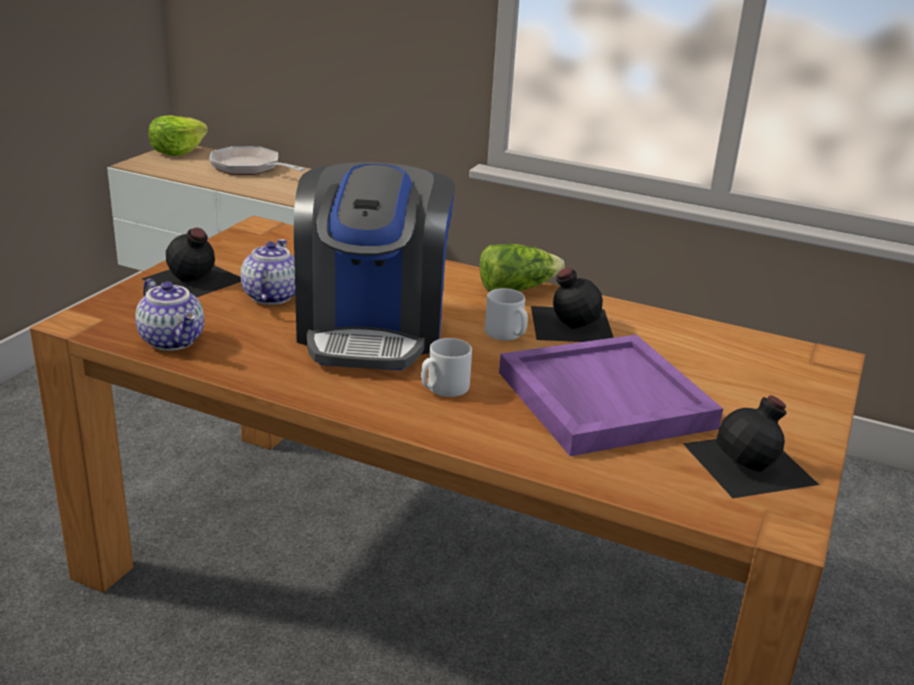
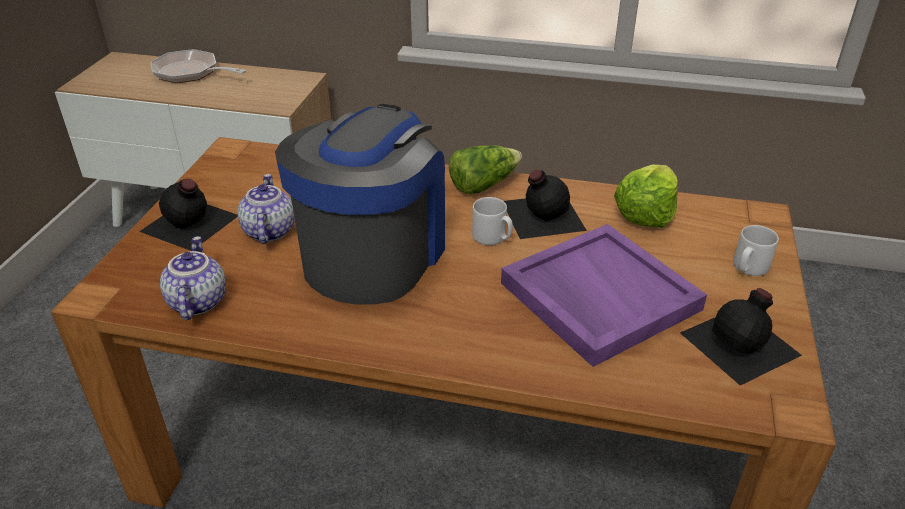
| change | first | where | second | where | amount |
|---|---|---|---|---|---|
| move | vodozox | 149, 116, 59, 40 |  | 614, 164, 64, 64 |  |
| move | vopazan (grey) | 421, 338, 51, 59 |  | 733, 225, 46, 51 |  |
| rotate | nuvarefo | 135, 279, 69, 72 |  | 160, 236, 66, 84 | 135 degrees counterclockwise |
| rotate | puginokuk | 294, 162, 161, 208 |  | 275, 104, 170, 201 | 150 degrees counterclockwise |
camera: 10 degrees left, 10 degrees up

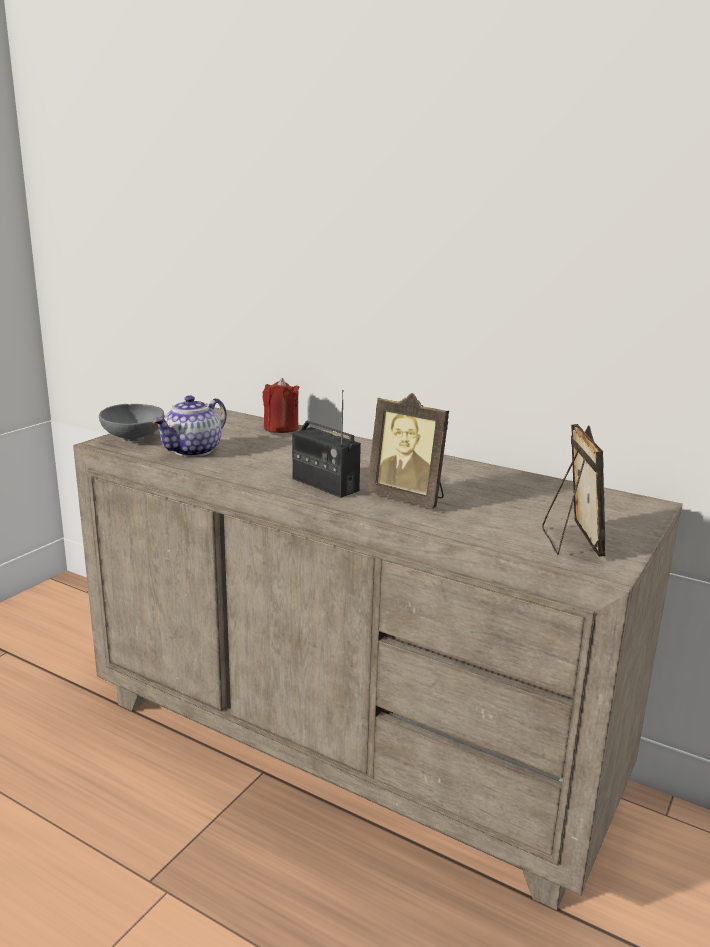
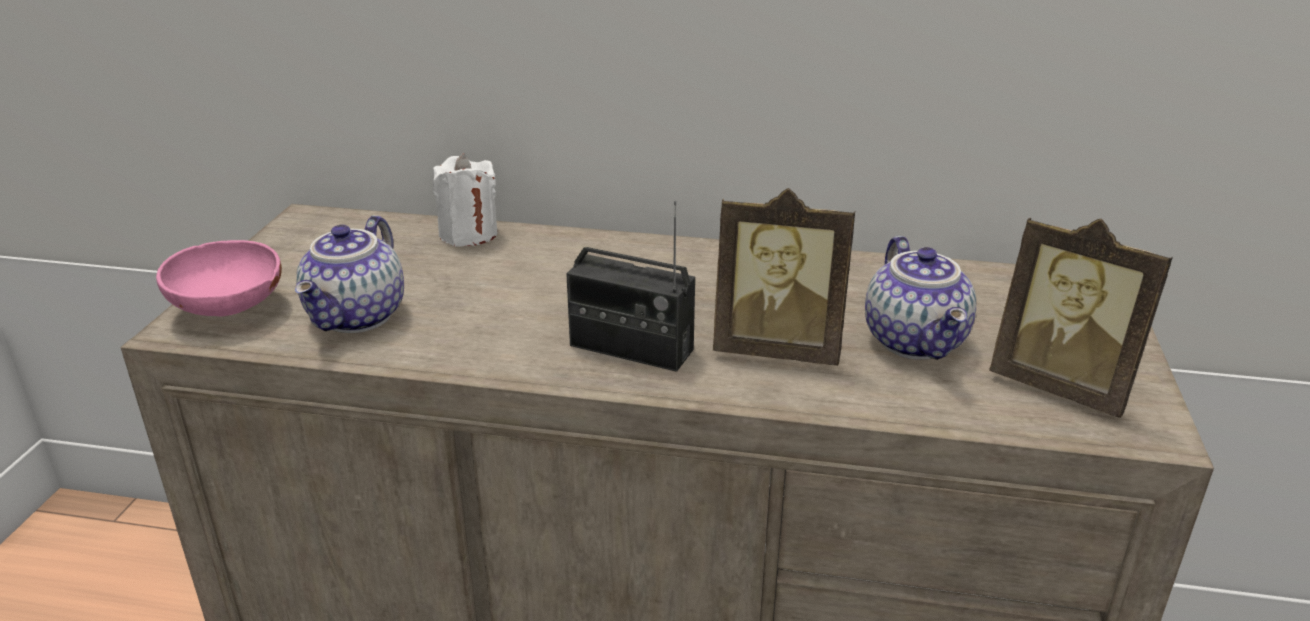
| change | first | where | second | where | amount |
|---|---|---|---|---|---|
| insert |  |  | nuvarefo | 865, 236, 111, 124 |  |
| recolor | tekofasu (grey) | 99, 404, 65, 37 | tekofasu (pink) | 156, 240, 126, 76 |  |
| recolor | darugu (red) | 263, 378, 36, 55 | darugu (white) | 433, 153, 65, 94 |  |
| rotate | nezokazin | 542, 424, 63, 133 |  | 989, 217, 184, 201 | 150 degrees clockwise |
camera: 20 degrees left, 10 degrees up

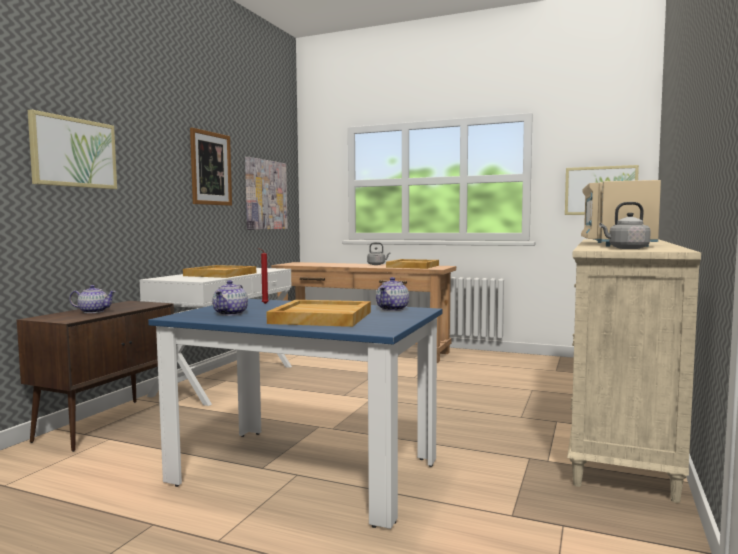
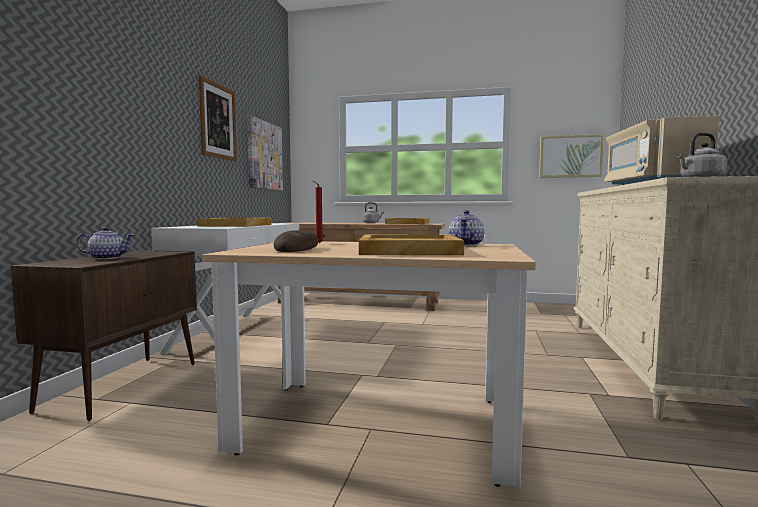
| change | first | where | second | where | amount |
|---|---|---|---|---|---|
| delete | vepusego | 28, 109, 89, 80 |  |  |  |
| replace | nuvarefo | 212, 280, 36, 36 | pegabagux | 273, 230, 45, 22 |  |
| recolor | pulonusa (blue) | 148, 299, 294, 230 | pulonusa (beige) | 202, 241, 334, 246 |  |
camera: 10 degrees left, 0 degrees up

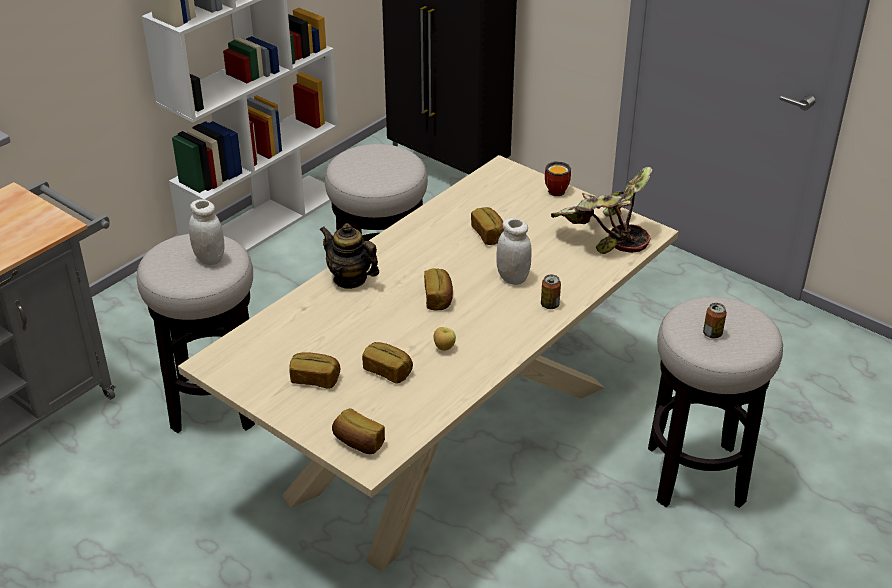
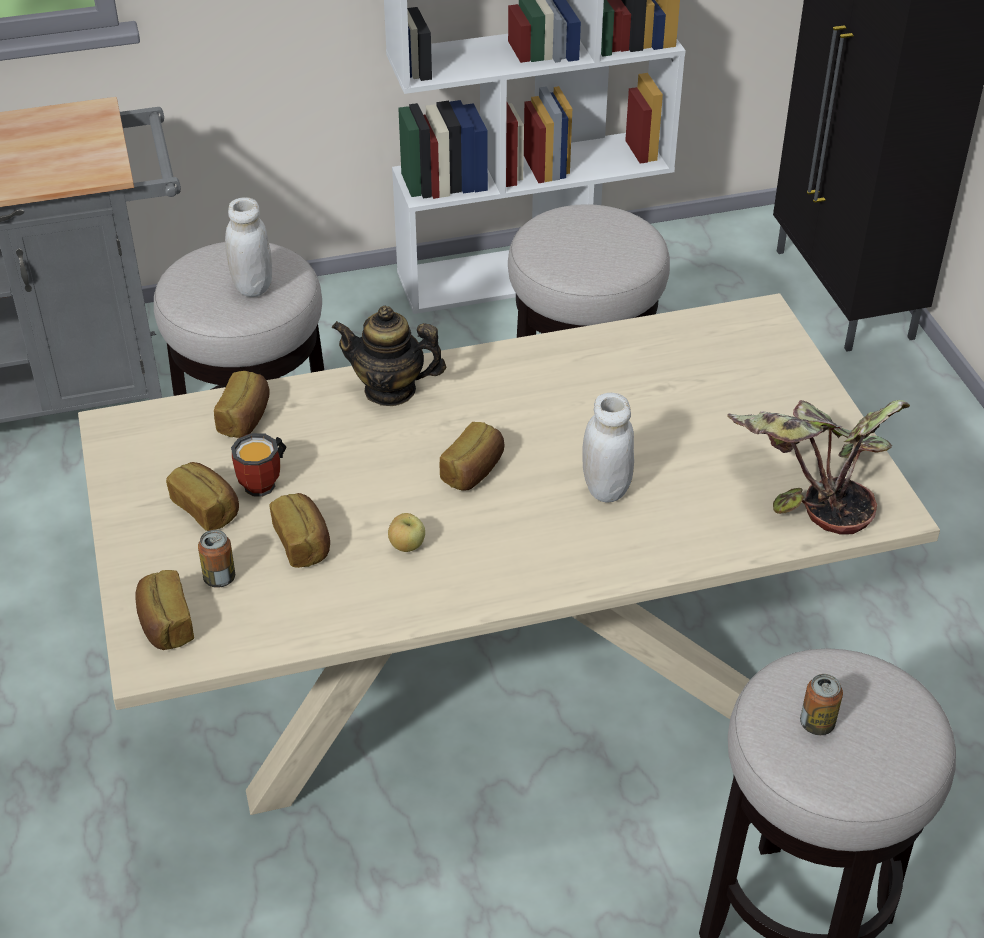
| change | first | where | second | where | amount |
|---|---|---|---|---|---|
| move | pegabagux | 471, 207, 33, 38 |  | 214, 371, 56, 67 |  |
| move | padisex | 541, 274, 20, 35 |  | 198, 530, 37, 58 |  |
| move | vopazan | 545, 162, 26, 34 |  | 231, 433, 55, 64 |  |
| rotate | nuvarefo | 320, 223, 59, 66 |  | 332, 306, 114, 100 | 60 degrees counterclockwise |
camera: 35 degrees right, 5 degrees up

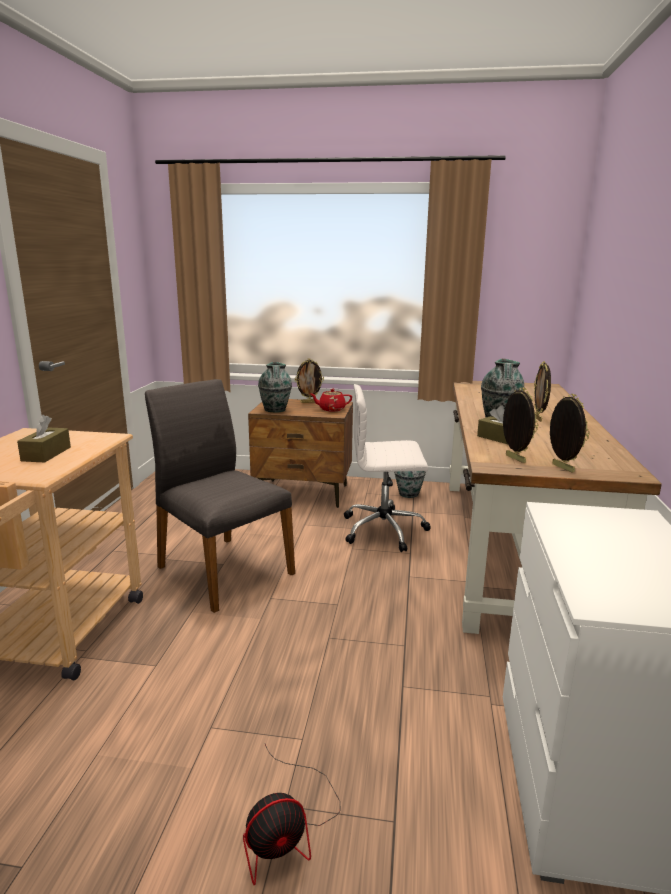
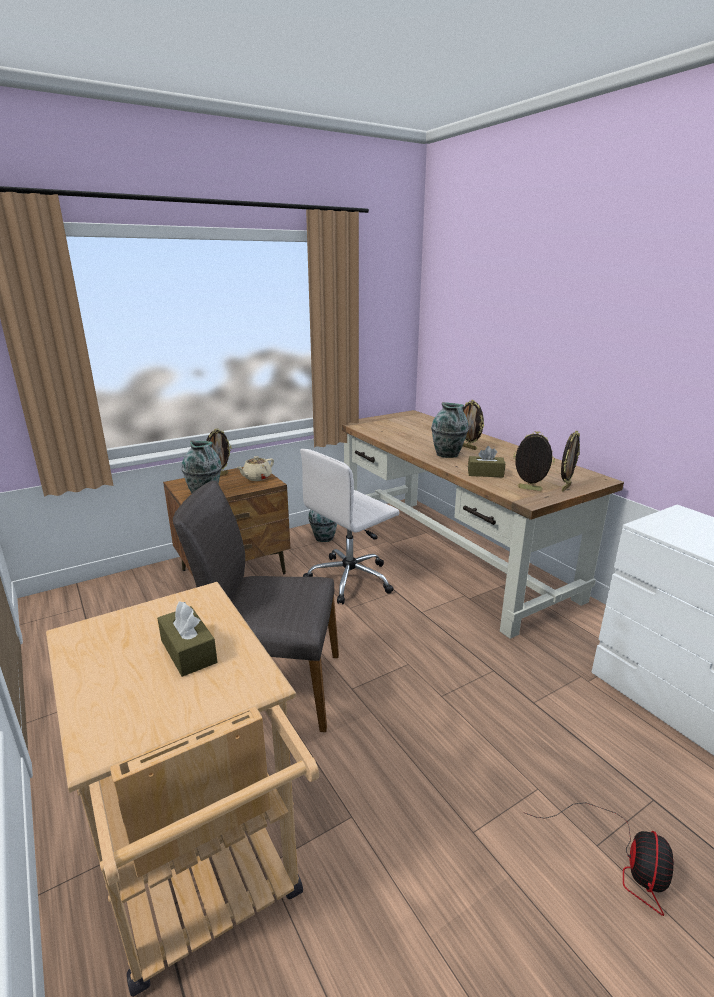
| change | first | where | second | where | amount |
|---|---|---|---|---|---|
| recolor | nuvarefo (red) | 310, 389, 42, 22 | nuvarefo (beige) | 236, 456, 38, 25 |  |
| rotate | nezokazin | 550, 394, 40, 79 |  | 561, 431, 19, 60 | 105 degrees clockwise |
camera: 40 degrees left, 5 degrees up

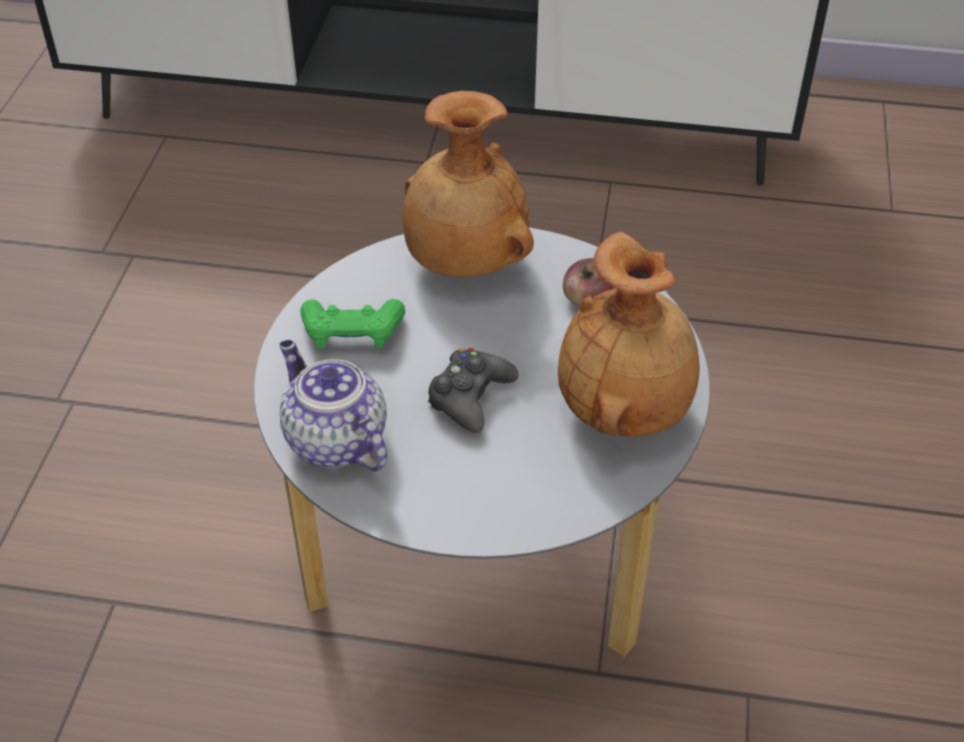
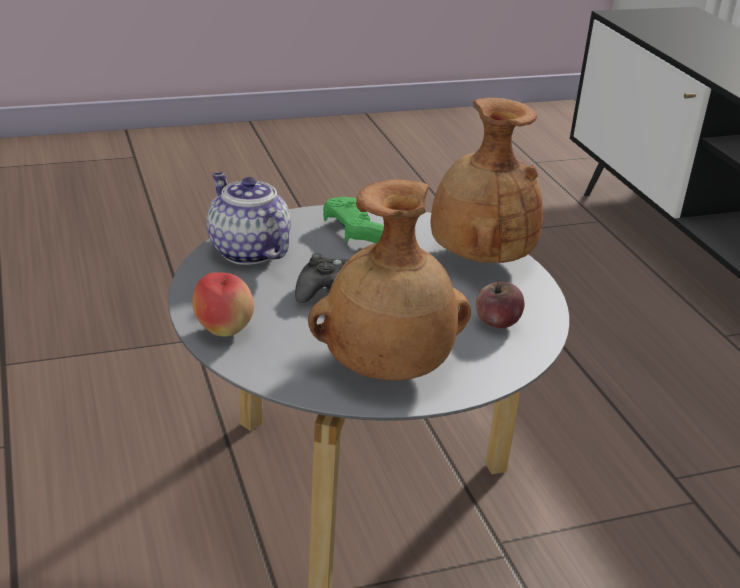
| change | first | where | second | where | amount |
|---|---|---|---|---|---|
| insert |  |  | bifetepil | 192, 272, 62, 65 |  |
| rotate | nuvarefo | 279, 340, 108, 131 |  | 207, 172, 84, 93 | 60 degrees counterclockwise |
camera: 60 degrees right, 15 degrees down

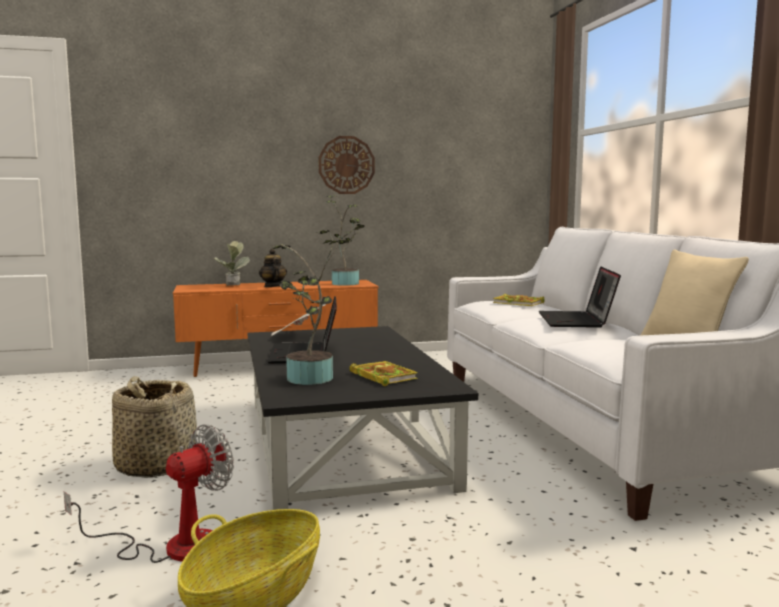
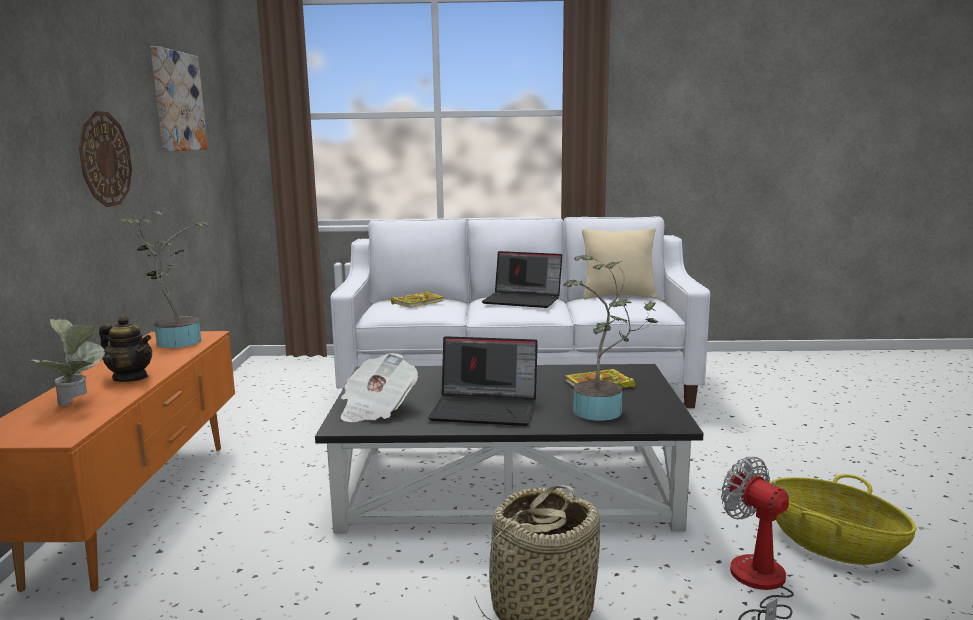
| change | first | where | second | where | amount |
|---|---|---|---|---|---|
| insert |  |  | vepusego | 150, 46, 58, 106 |  |
| rotate | nuvarefo | 259, 249, 28, 38 |  | 99, 315, 53, 67 | 150 degrees counterclockwise |
camera: 75 degrees left, 5 degrees up

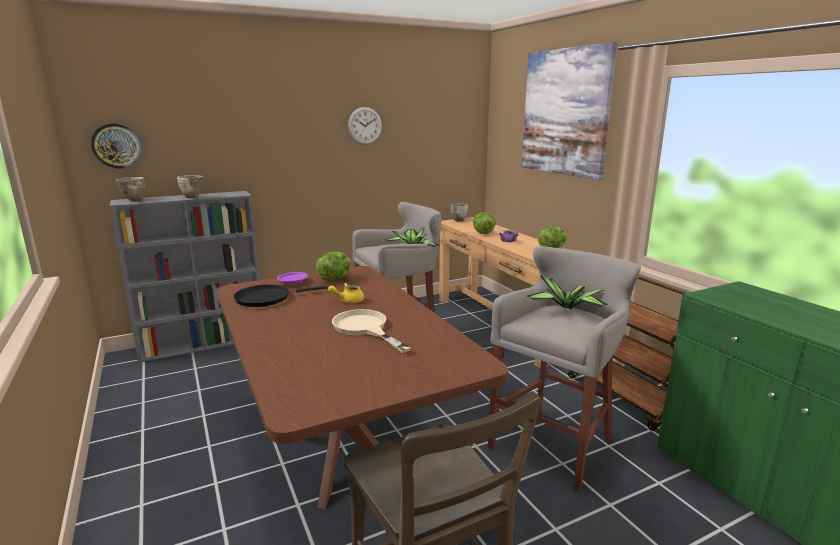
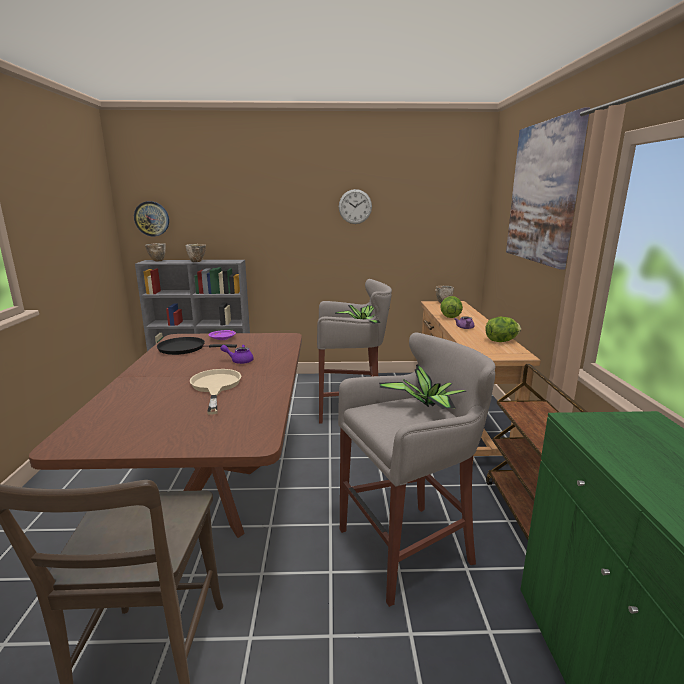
| change | first | where | second | where | amount |
|---|---|---|---|---|---|
| delete | vodozox | 316, 252, 35, 29 |  |  |  |
| recolor | nuvarefo (yellow) | 328, 283, 36, 20 | nuvarefo (purple) | 220, 344, 33, 20 |  |
camera: 25 degrees right, 0 degrees up

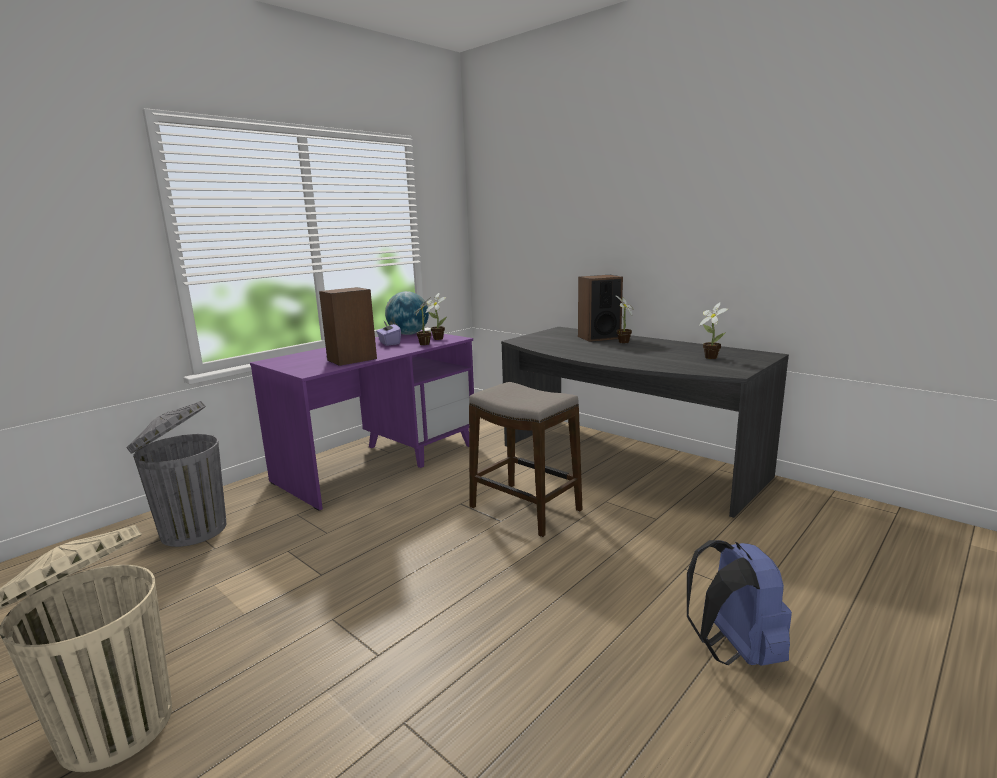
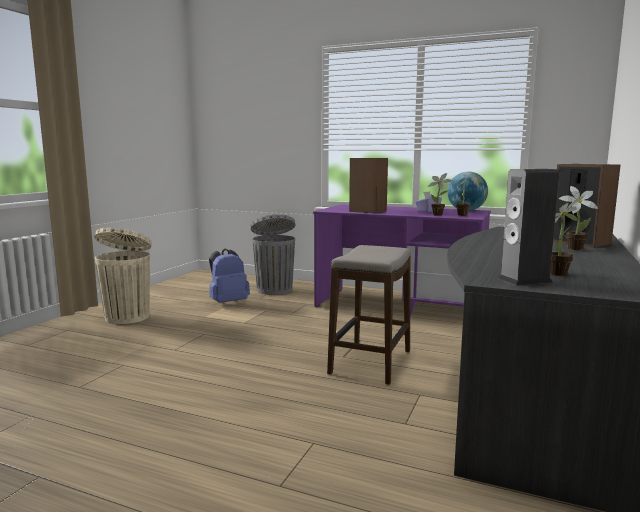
| change | first | where | second | where | amount |
|---|---|---|---|---|---|
| insert |  |  | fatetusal | 497, 169, 62, 117 |  |
| move | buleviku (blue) | 687, 540, 105, 126 |  | 209, 249, 41, 54 |  |
camera: 70 degrees right, 5 degrees down

